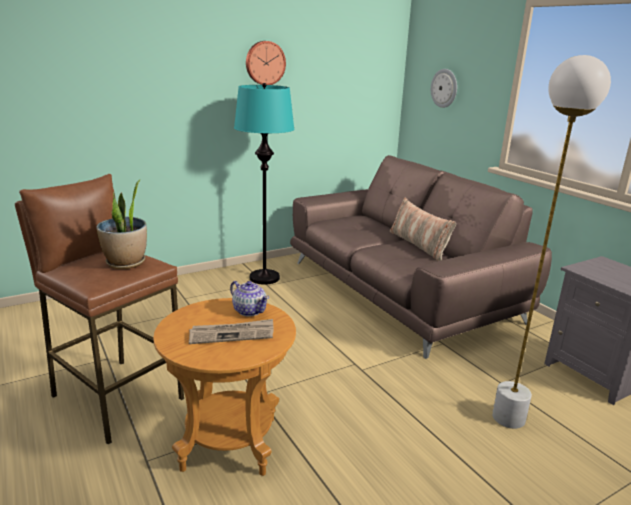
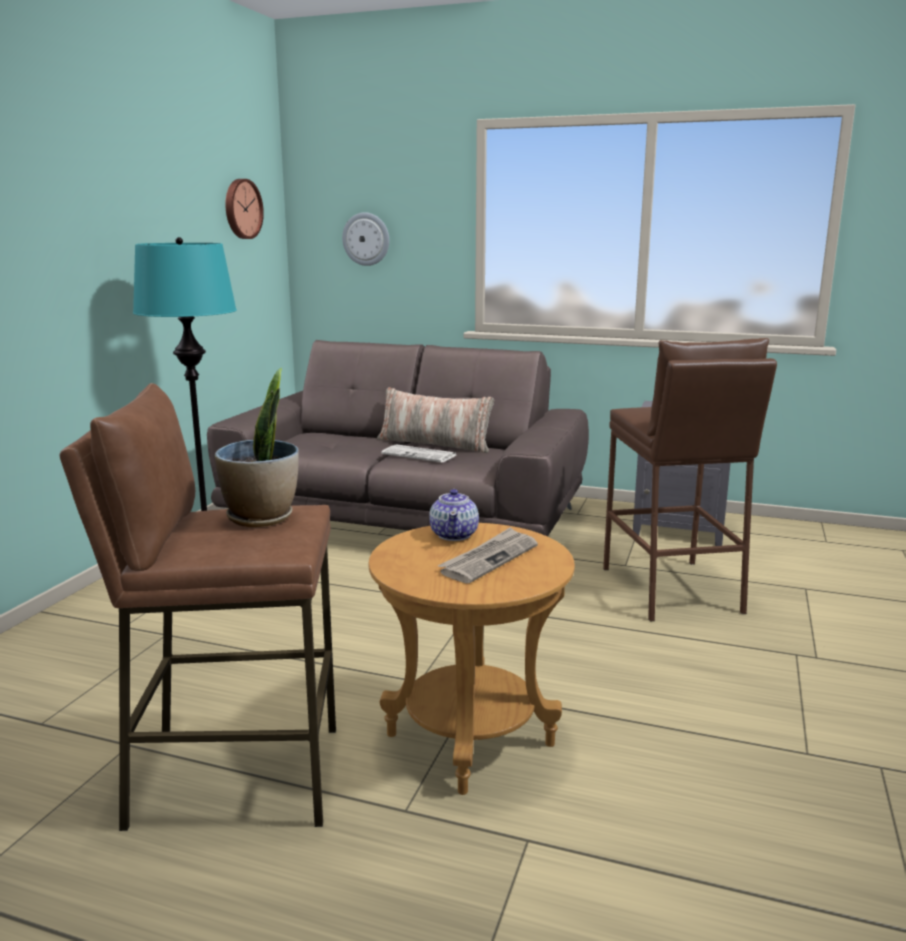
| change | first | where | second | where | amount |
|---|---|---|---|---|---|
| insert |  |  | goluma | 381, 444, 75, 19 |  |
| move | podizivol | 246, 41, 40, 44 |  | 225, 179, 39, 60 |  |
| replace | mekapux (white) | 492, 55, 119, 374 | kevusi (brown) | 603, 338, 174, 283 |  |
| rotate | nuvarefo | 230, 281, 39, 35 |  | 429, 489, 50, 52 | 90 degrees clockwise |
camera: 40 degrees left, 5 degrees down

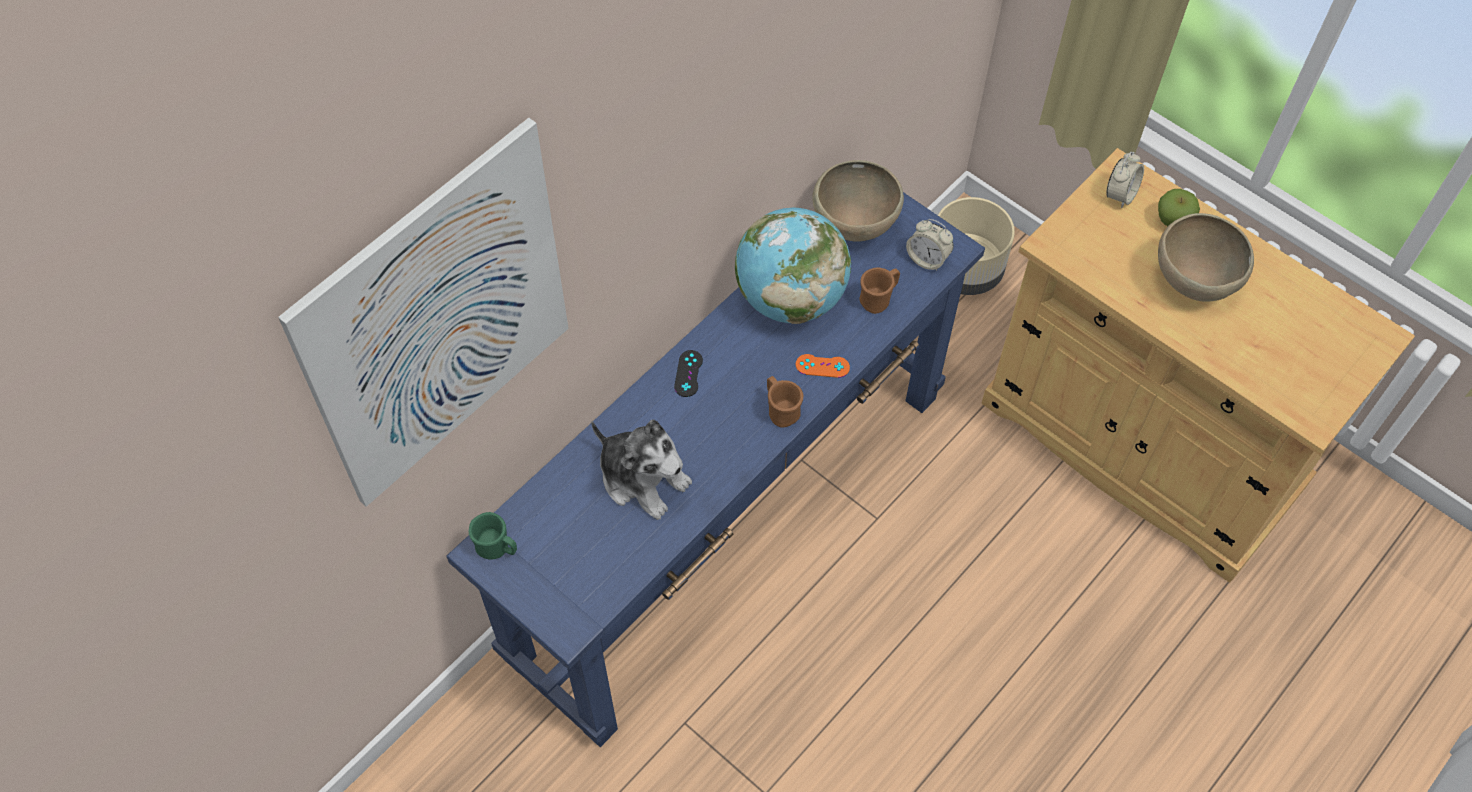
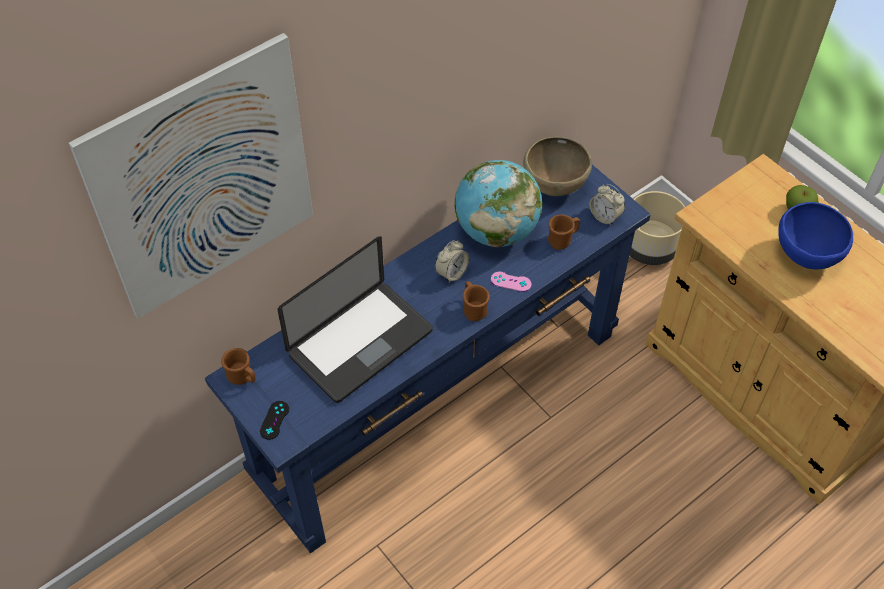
| change | first | where | second | where | amount |
|---|---|---|---|---|---|
| move | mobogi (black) | 674, 350, 29, 47 |  | 260, 401, 29, 39 |  |
| move | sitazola | 1106, 152, 38, 56 |  | 435, 240, 34, 43 |  |
| replace | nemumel | 591, 420, 101, 100 | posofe | 277, 236, 156, 167 |  |
| recolor | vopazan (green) | 469, 512, 48, 48 | vopazan (brown) | 221, 348, 35, 37 |  |
| recolor | mobogi (orange) | 796, 354, 54, 24 | mobogi (pink) | 491, 272, 40, 20 |  |
| recolor | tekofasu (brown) | 1158, 213, 96, 89 | tekofasu (blue) | 778, 202, 75, 67 |  |
camera: 10 degrees right, 5 degrees down

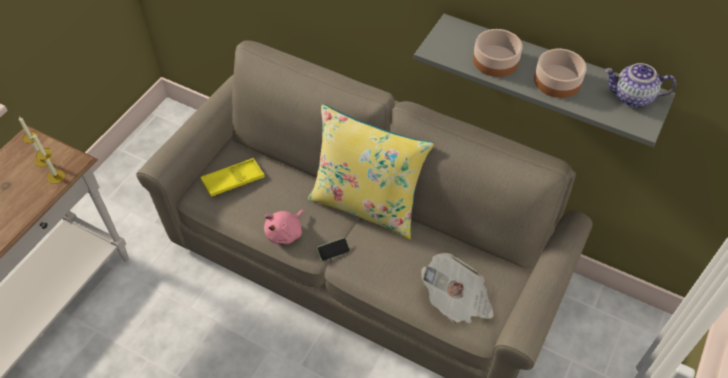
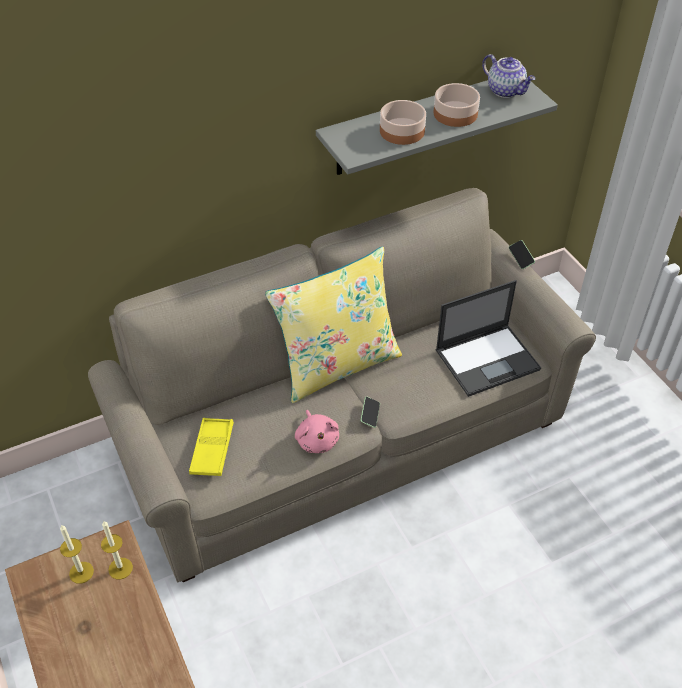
| change | first | where | second | where | amount |
|---|---|---|---|---|---|
| insert |  |  | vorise | 508, 240, 27, 29 |  |
| replace | goluma | 421, 253, 73, 71 | posofe | 436, 280, 105, 117 |  |
| rotate | nuvarefo | 605, 63, 71, 44 |  | 482, 54, 53, 44 | 90 degrees counterclockwise |
camera: 55 degrees left, 5 degrees down

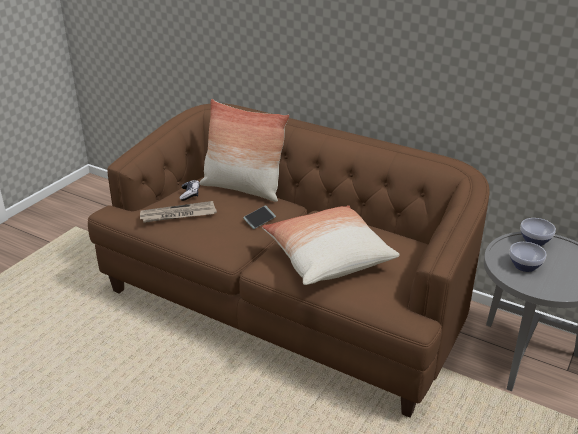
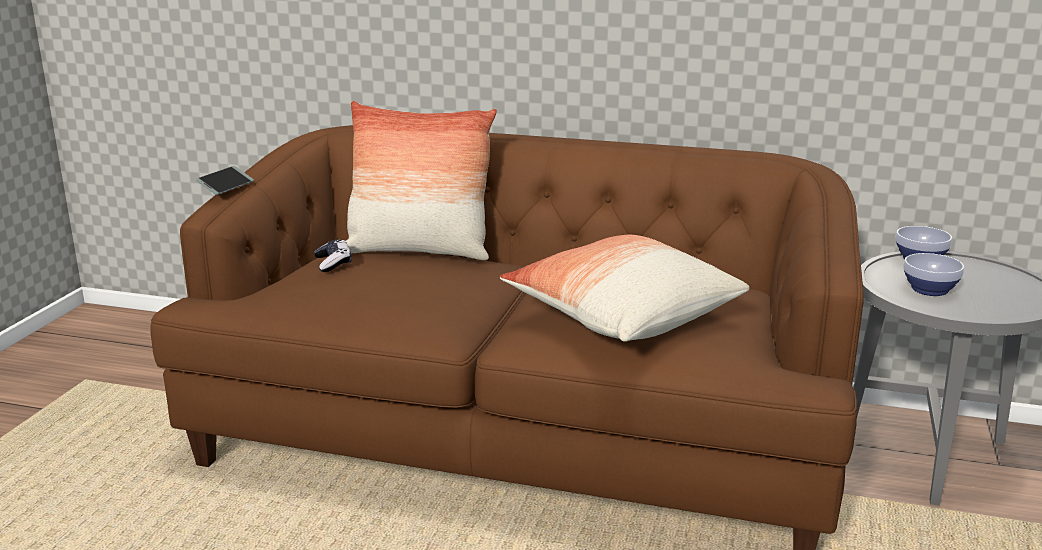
| change | first | where | second | where | amount |
|---|---|---|---|---|---|
| delete | goluma | 140, 201, 77, 22 |  |  |  |
| move | vorise | 243, 205, 33, 24 |  | 196, 166, 58, 29 |  |
camera: 15 degrees left, 10 degrees down

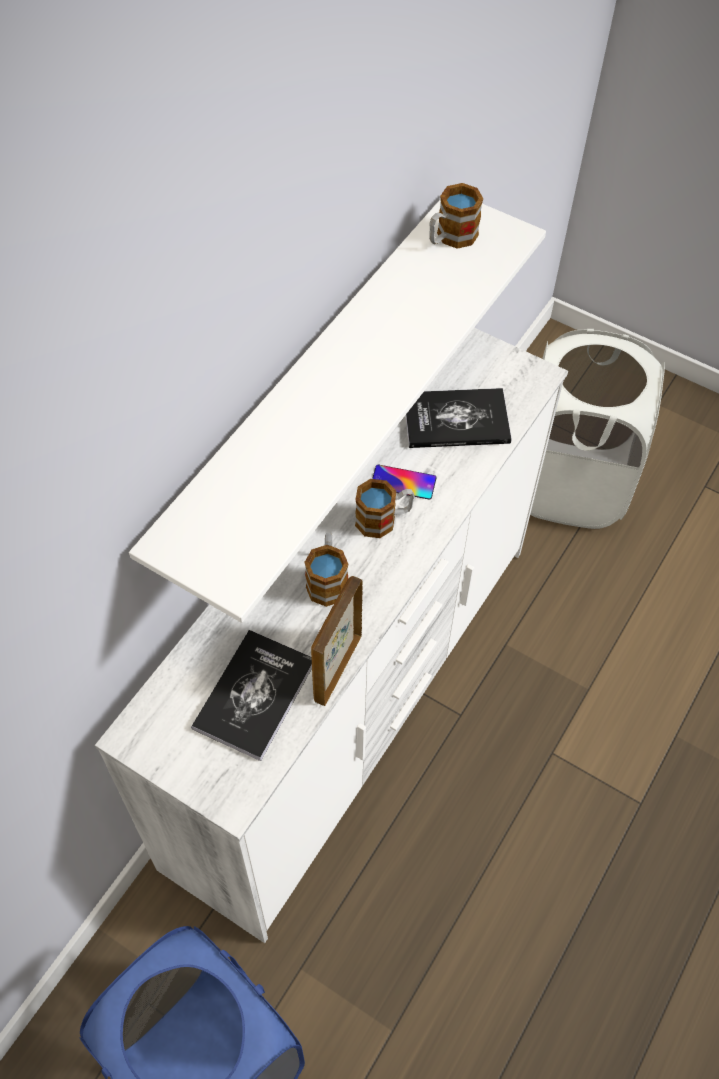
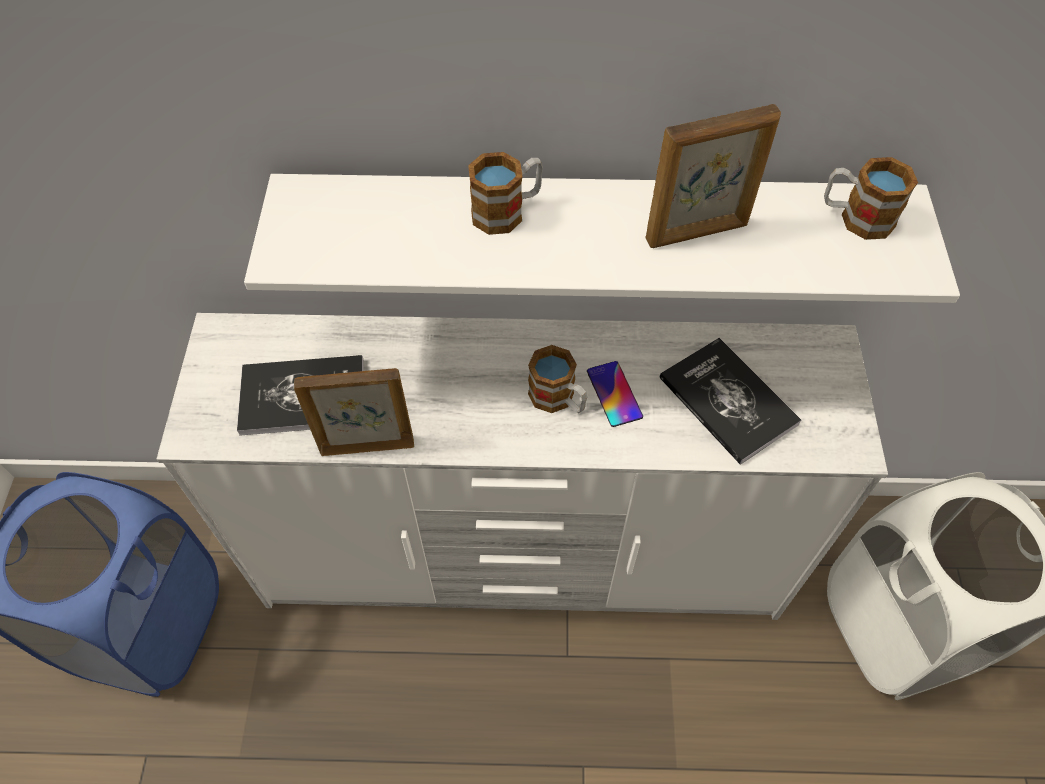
| change | first | where | second | where | amount |
|---|---|---|---|---|---|
| insert |  |  | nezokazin | 646, 104, 135, 144 |  |
| move | vopazan | 304, 533, 44, 74 |  | 468, 152, 75, 83 |  |
camera: 60 degrees right, 0 degrees up

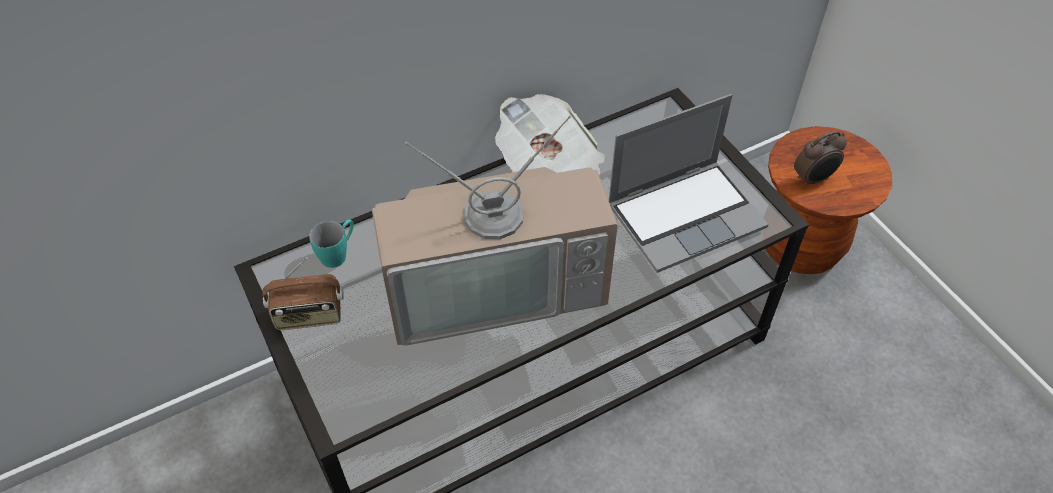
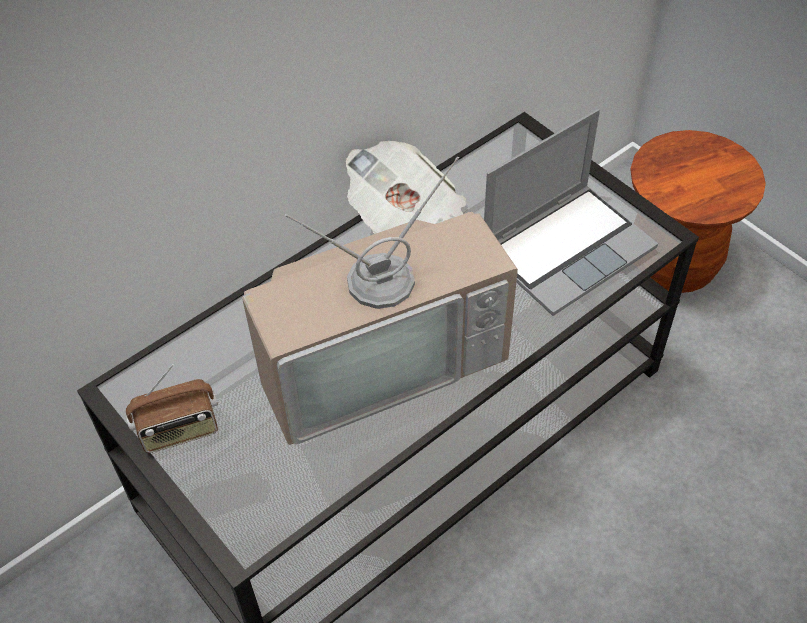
| change | first | where | second | where | amount |
|---|---|---|---|---|---|
| delete | vopazan (turquoise) | 309, 219, 45, 49 |  |  |  |
| delete | sitazola | 794, 131, 53, 57 |  |  |  |
camera: 10 degrees left, 0 degrees up

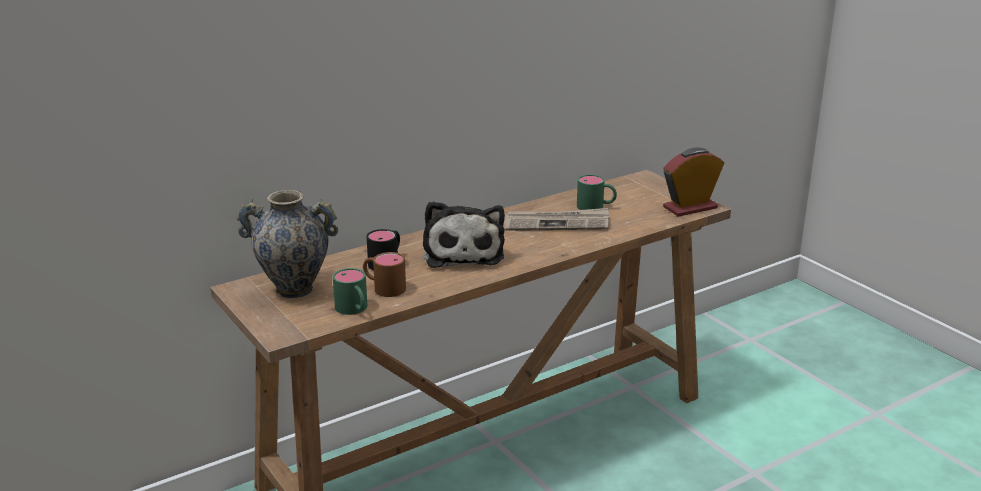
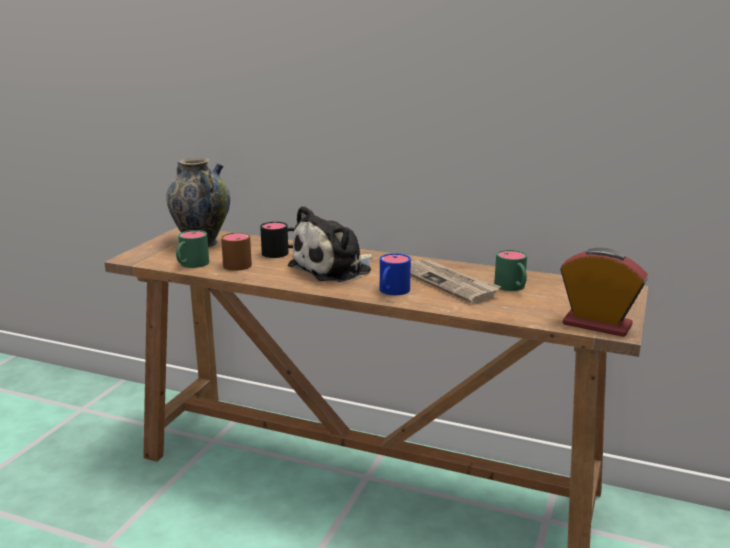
| change | first | where | second | where | amount |
|---|---|---|---|---|---|
| insert |  |  | vopazan (blue) | 380, 253, 31, 42 |  |
camera: 55 degrees right, 5 degrees down

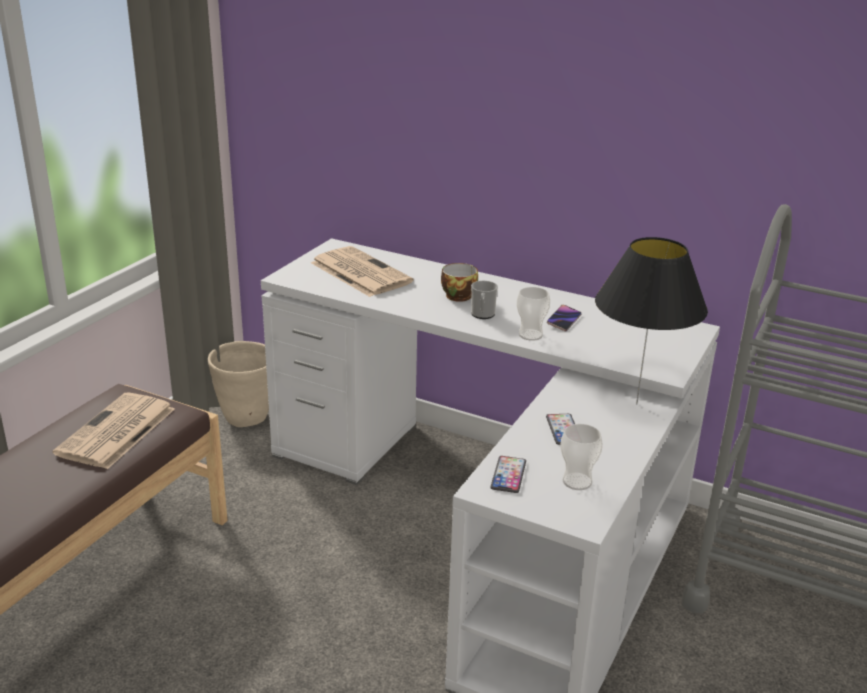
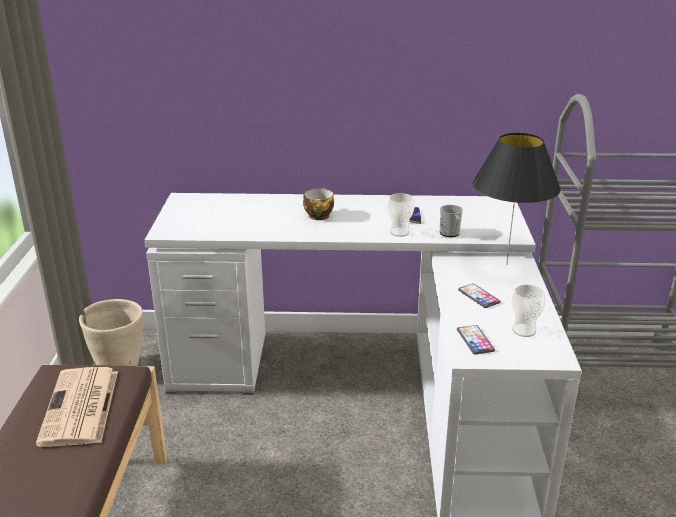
| change | first | where | second | where | amount |
|---|---|---|---|---|---|
| delete | goluma | 311, 246, 103, 51 |  |  |  |
| move | vopazan | 471, 281, 27, 38 |  | 439, 205, 24, 32 |  |
camera: 25 degrees left, 0 degrees up

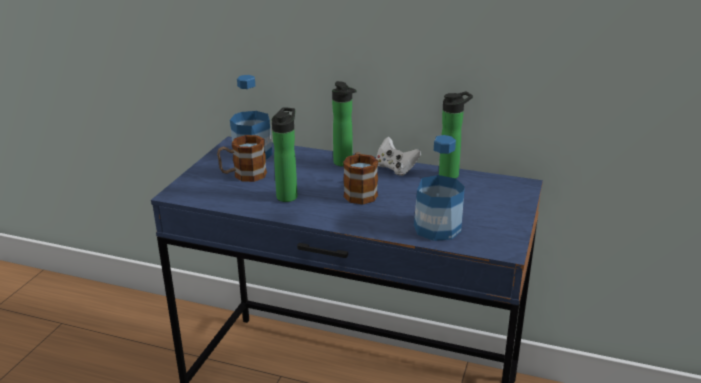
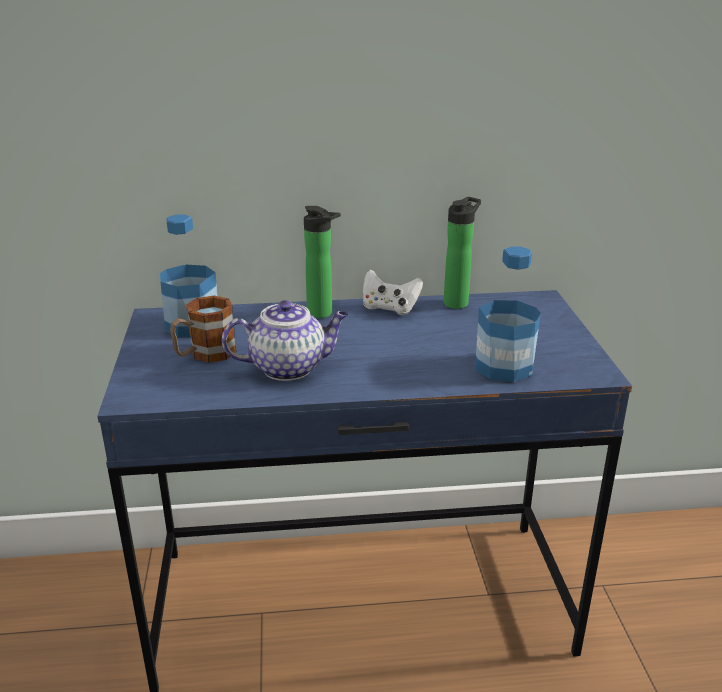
| change | first | where | second | where | amount |
|---|---|---|---|---|---|
| delete | vopazan | 343, 152, 35, 53 |  |  |  |
| replace | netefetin | 272, 107, 25, 95 | nuvarefo | 222, 300, 127, 81 |  |
camera: 25 degrees left, 0 degrees up

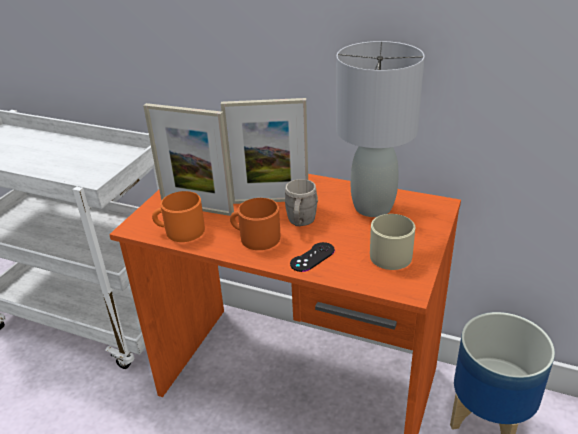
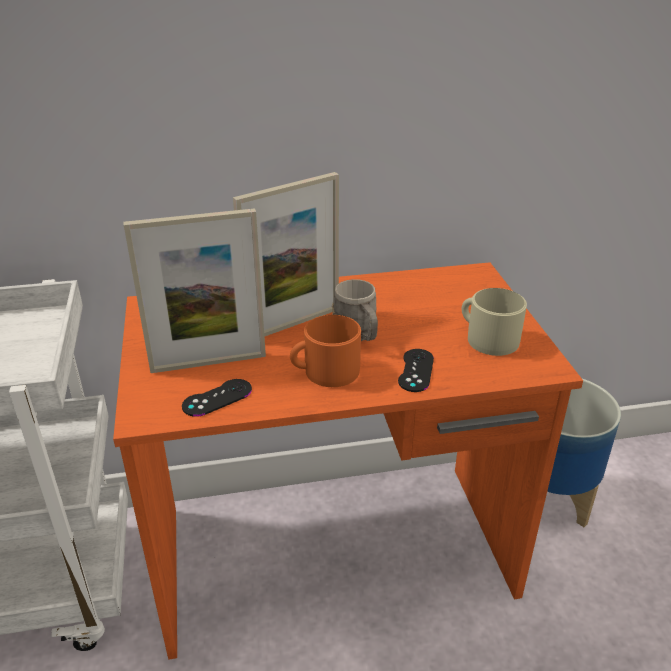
| change | first | where | second | where | amount |
|---|---|---|---|---|---|
| delete | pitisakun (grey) | 336, 41, 89, 176 |  |  |  |
| replace | vopazan (orange) | 152, 191, 53, 51 | mobogi (black) | 182, 379, 70, 38 |  |
camera: 35 degrees left, 0 degrees up

